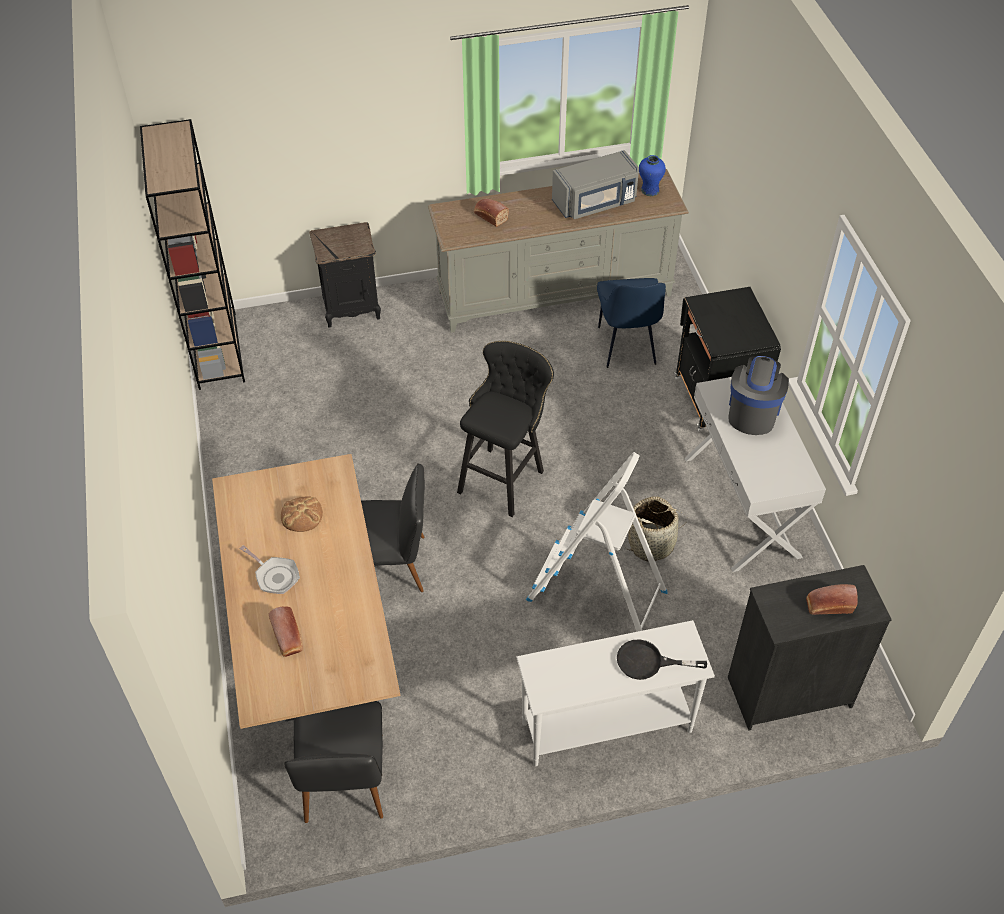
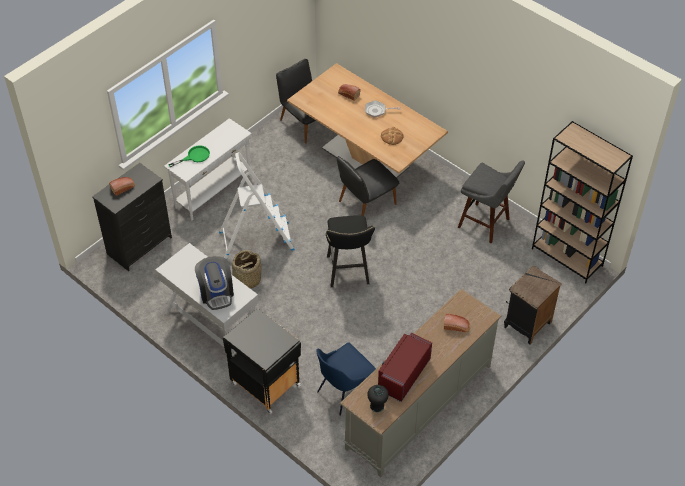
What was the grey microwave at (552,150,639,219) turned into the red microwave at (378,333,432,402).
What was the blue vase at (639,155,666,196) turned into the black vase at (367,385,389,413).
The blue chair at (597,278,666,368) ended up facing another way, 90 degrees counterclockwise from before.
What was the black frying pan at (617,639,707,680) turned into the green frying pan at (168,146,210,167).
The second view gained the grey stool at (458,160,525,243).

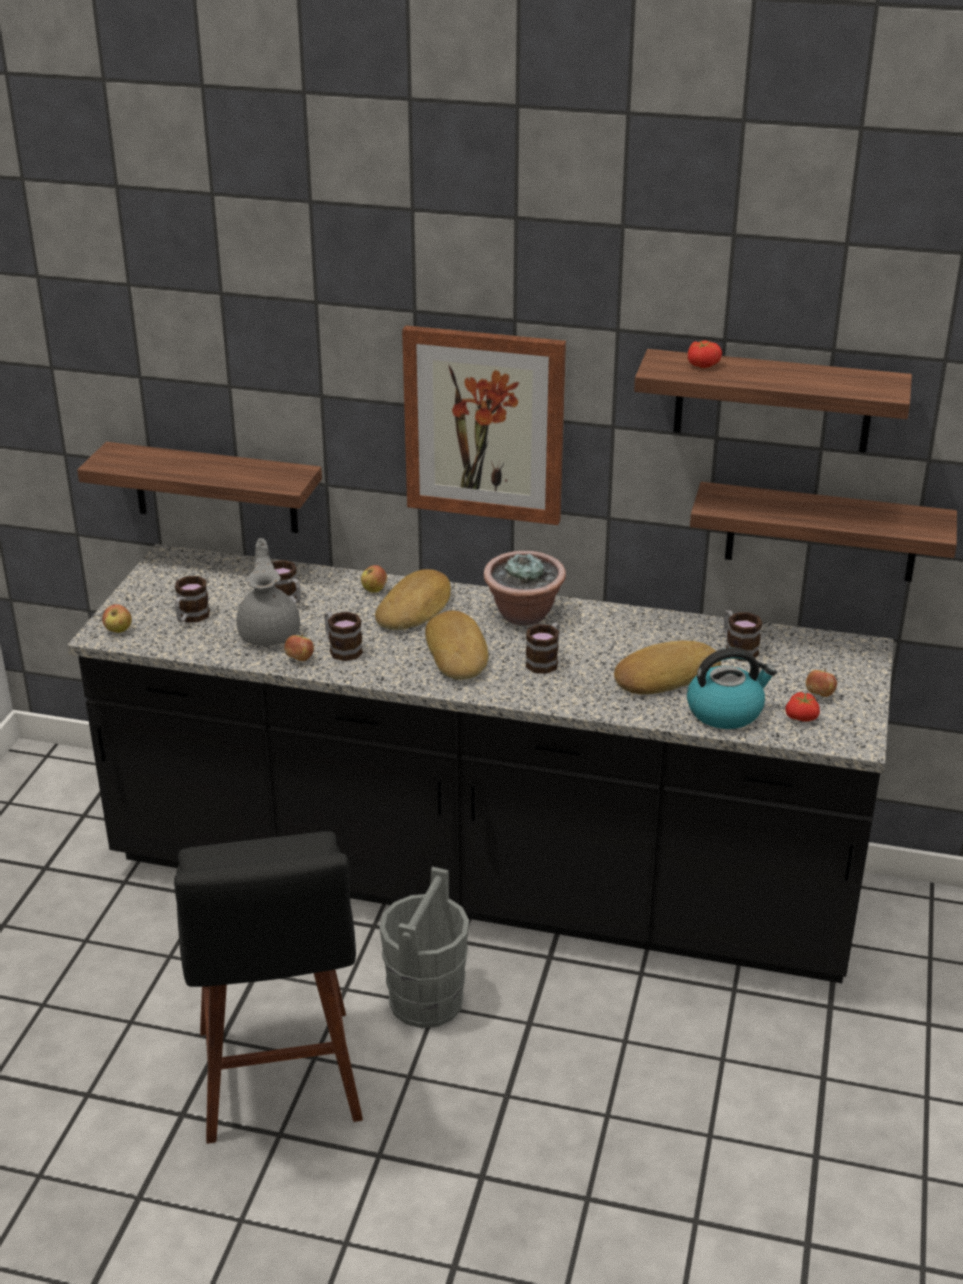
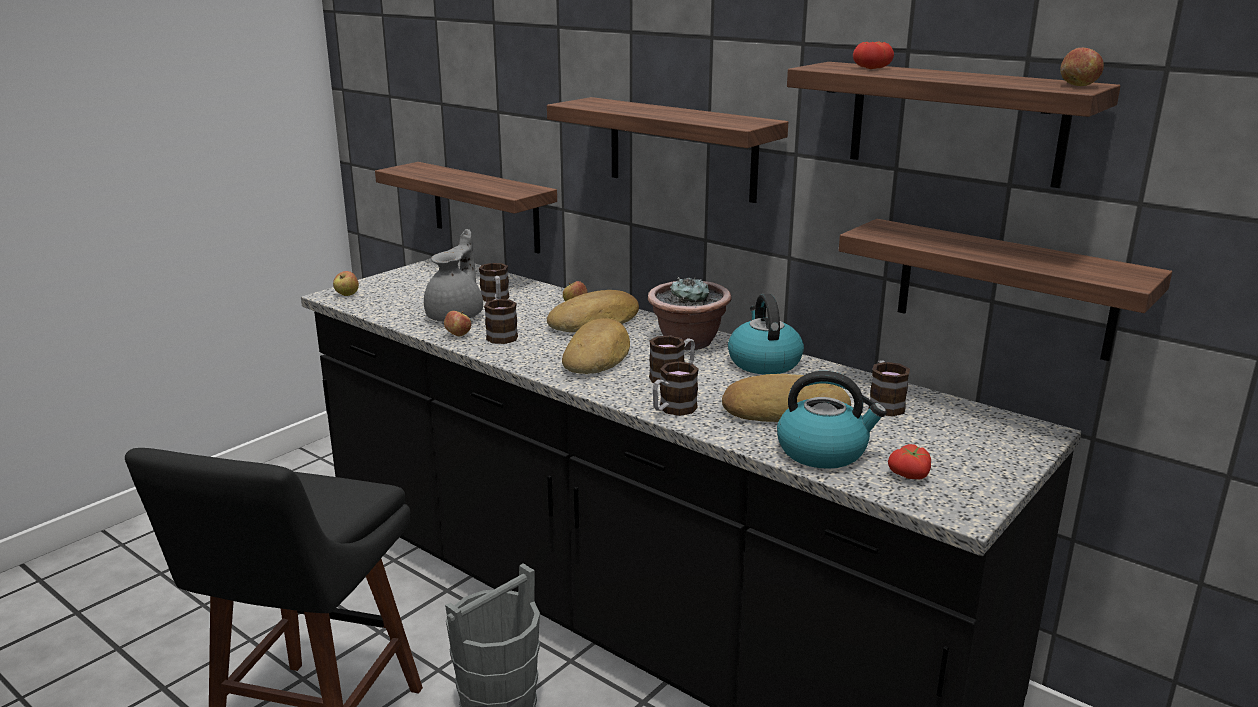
Where the picture hung at (402,325,566,525), the shelf came to hang at (547,97,788,203).
The mug ended up elsewhere, having gone from (175,576,210,622) to (653,361,699,416).
The apple ended up elsewhere, having gone from (806,669,837,697) to (1060,48,1104,86).
The second view gained the kettle at (728,294,804,375).

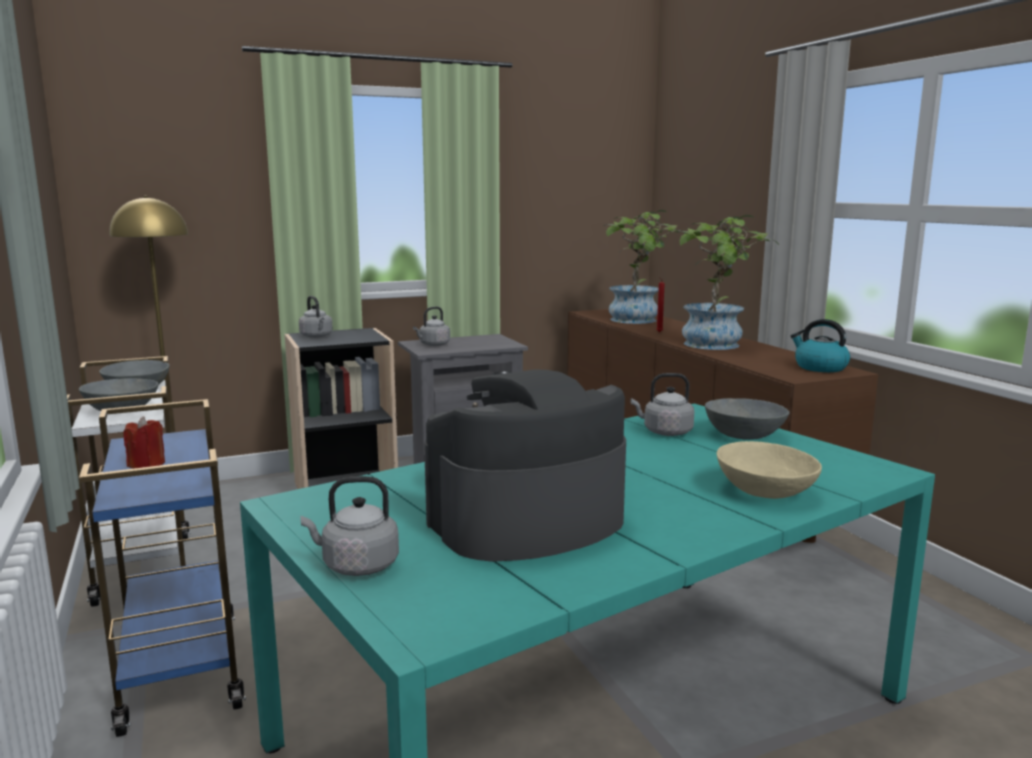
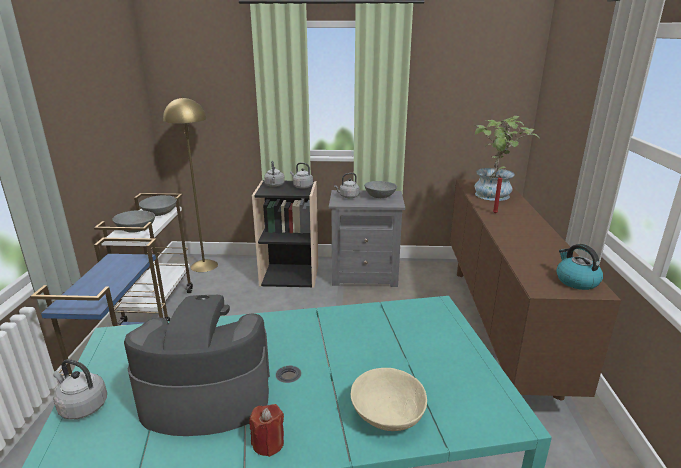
The second view lost the potted plant at (677,215,779,350).
The grey kettle ended up elsewhere, having gone from (631,373,694,436) to (290,162,313,189).
The grey bowl ended up elsewhere, having gone from (705,398,790,440) to (364,181,397,198).
The red candle ended up elsewhere, having gone from (123,416,165,469) to (249,404,284,457).

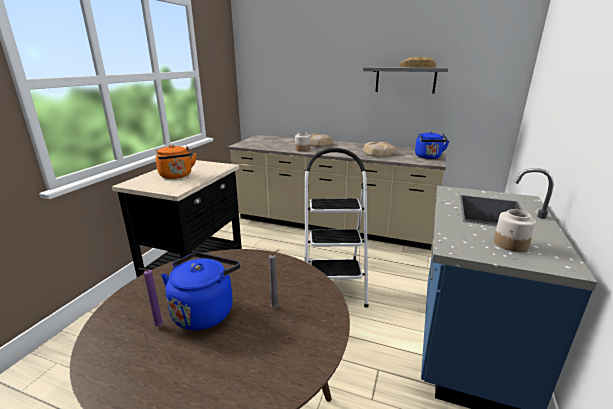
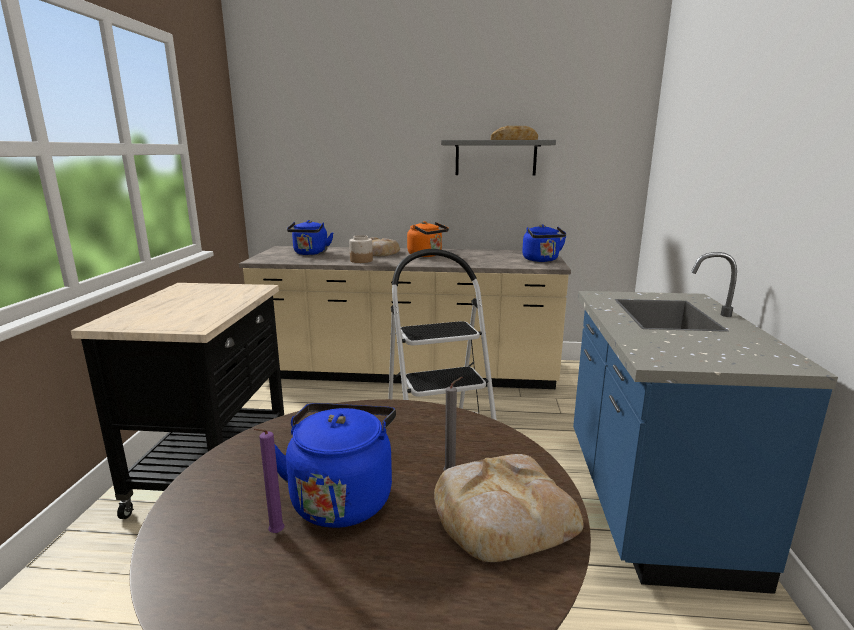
The bread ended up elsewhere, having gone from (363,142,397,156) to (434,454,584,562).
The orange kettle ended up elsewhere, having gone from (156,145,197,179) to (407,221,449,257).
The second view lost the jar at (494,209,536,252).
The second view gained the blue kettle at (287,220,334,255).

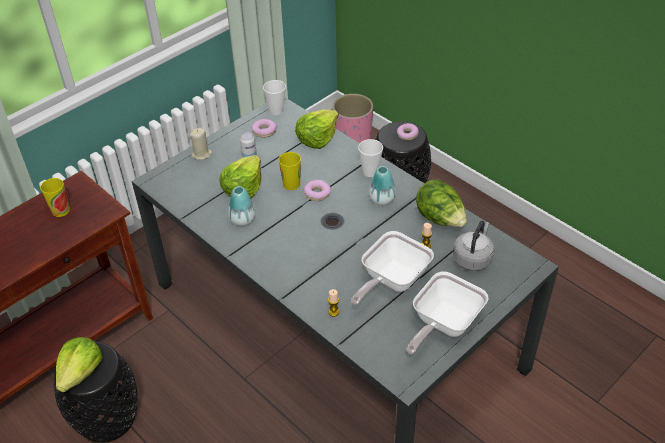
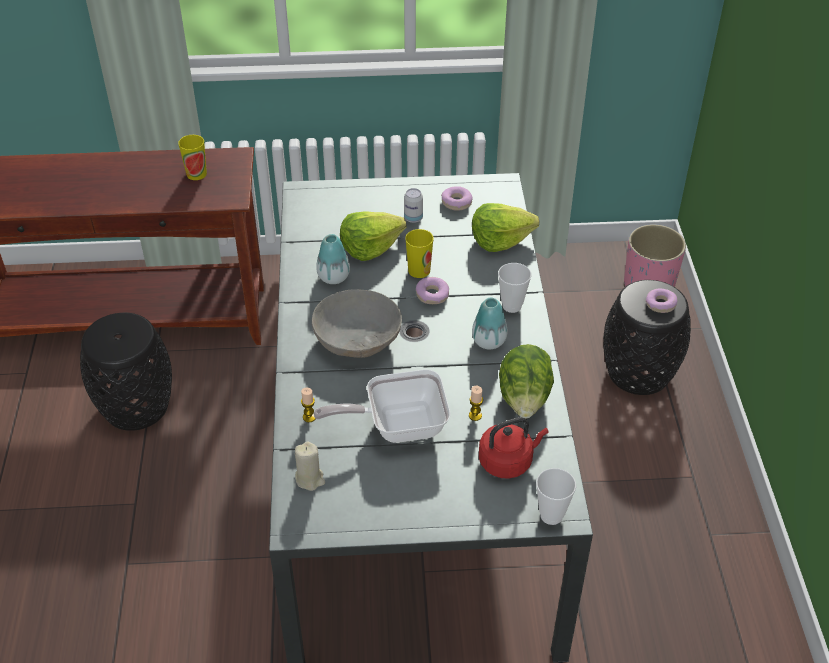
The cup ended up elsewhere, having gone from (263,80,286,115) to (536,468,576,525).
The beige candle ended up elsewhere, having gone from (190,128,212,160) to (295,442,325,491).
What was the grey kettle at (453,221,494,271) turned into the red kettle at (479,417,549,479).
The second view lost the frying pan at (406,272,488,355).
The second view lost the lettuce at (56,337,102,392).
The second view gained the grey bowl at (312,289,402,358).

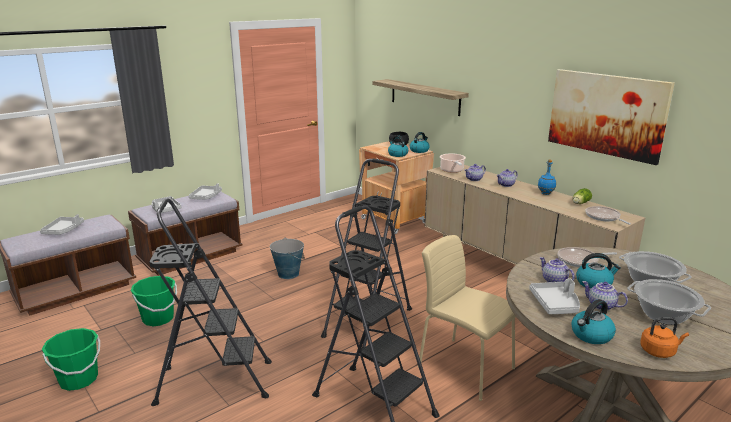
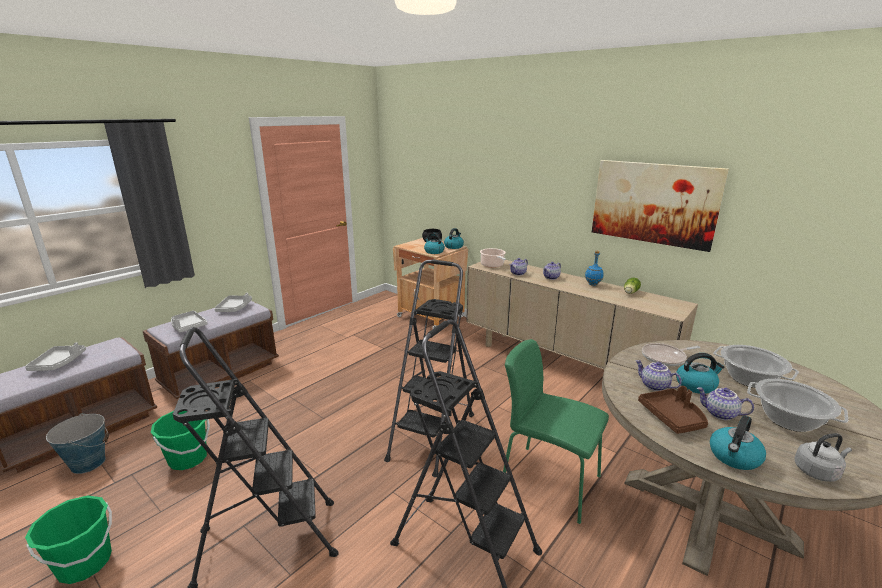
The second view lost the shelf at (372,79,469,116).
The second view lost the frying pan at (585,206,631,225).
What was the beige chair at (418,235,516,401) turned into the green chair at (503,339,609,524).
The bucket ended up elsewhere, having gone from (270,238,305,279) to (46,413,110,474).
What was the grey tray at (529,278,580,314) turned into the brown tray at (638,386,708,434).
What was the orange kettle at (640,317,689,358) turned into the grey kettle at (794,433,852,482).

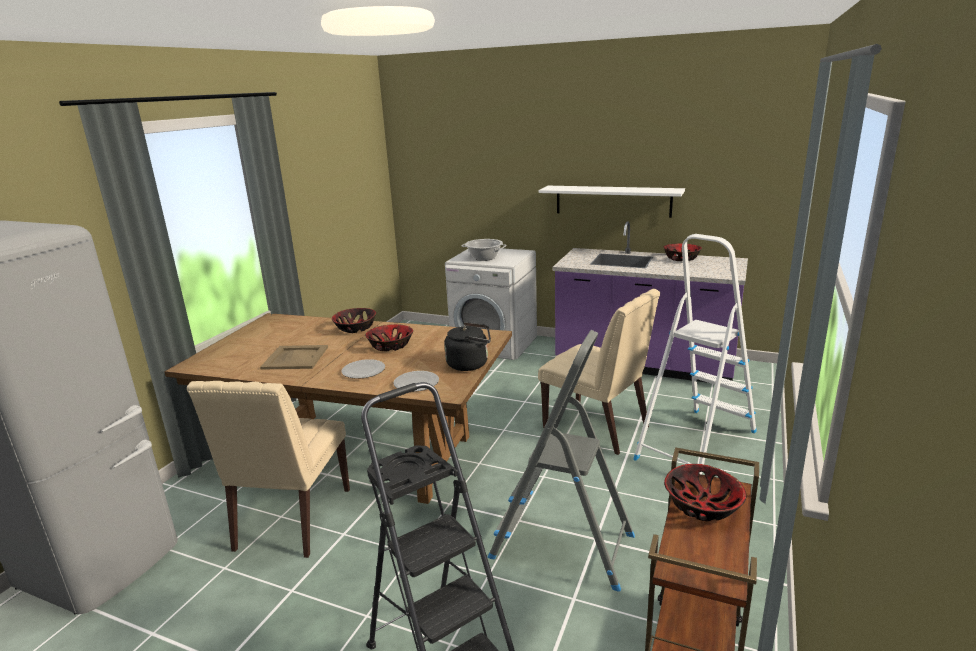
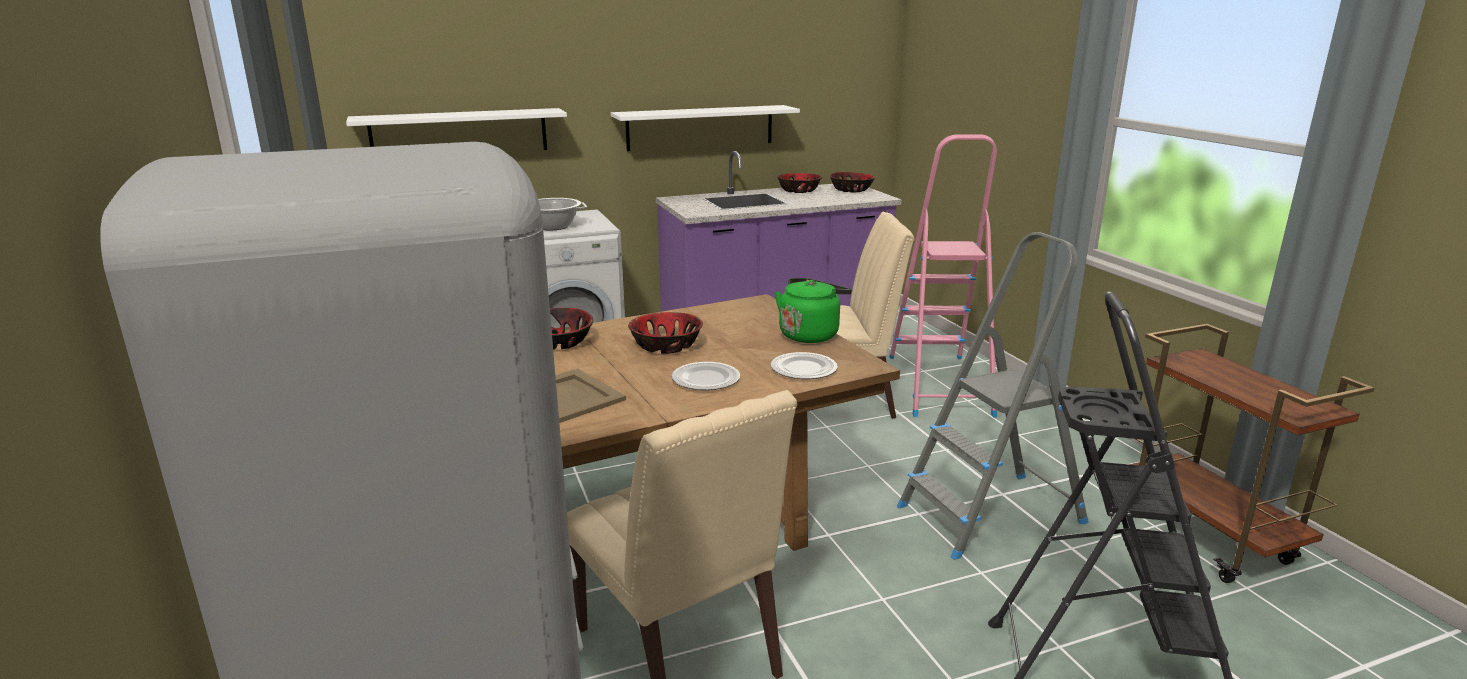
What was the white step ladder at (633,234,757,475) turned into the pink step ladder at (889,134,997,418).
What was the black kettle at (444,322,491,371) turned into the green kettle at (775,278,852,343).
The bowl ended up elsewhere, having gone from (664,464,746,521) to (830,172,875,193).
The second view gained the white shelf at (346,108,567,150).

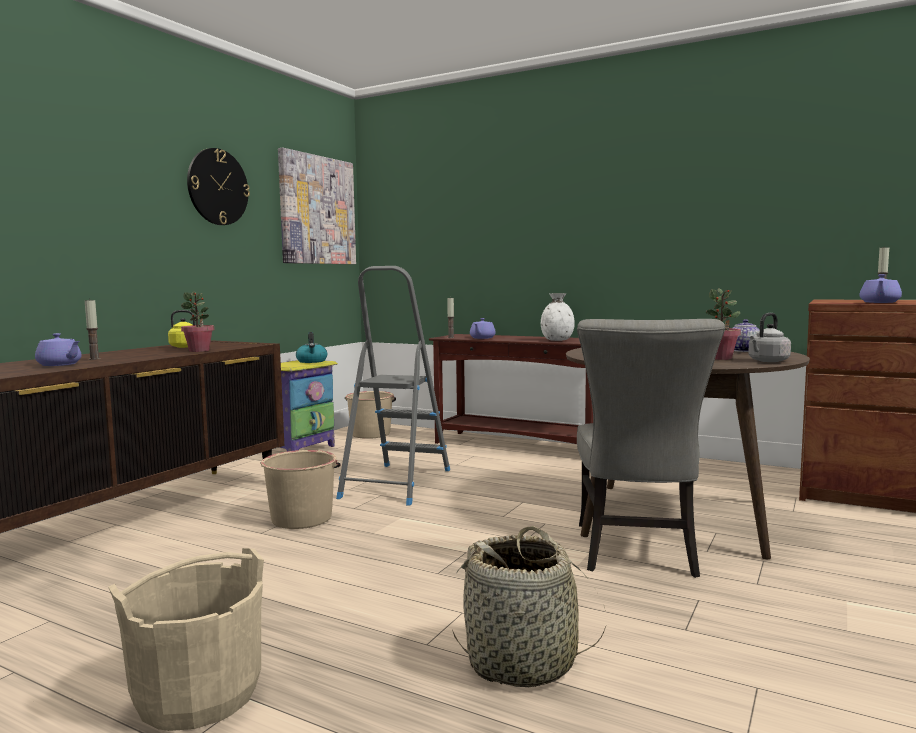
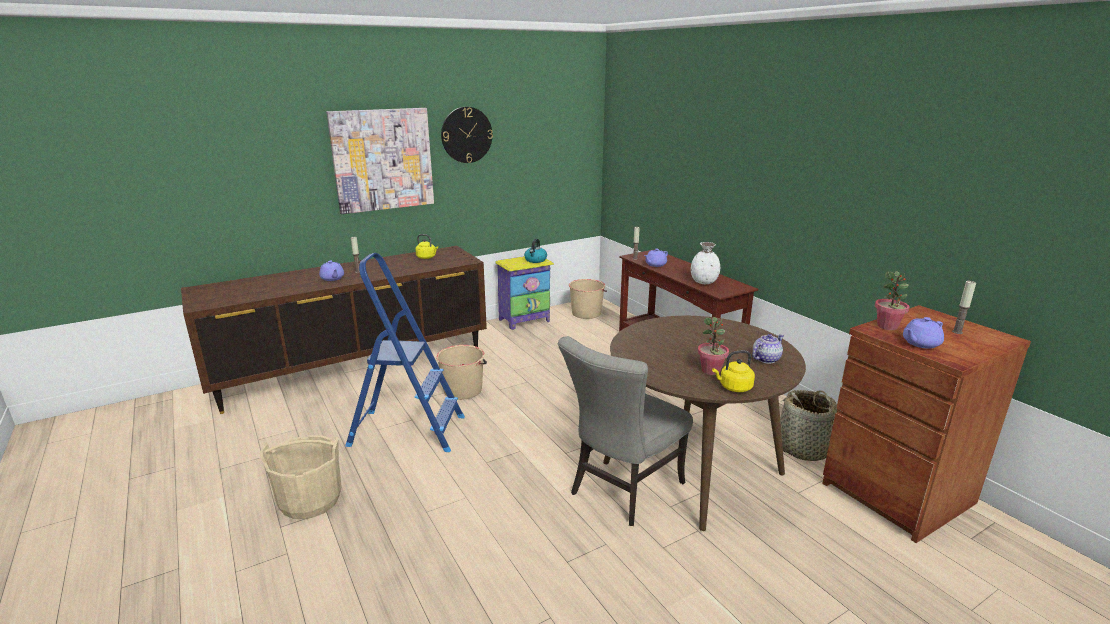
The picture ended up elsewhere, having gone from (278,148,356,264) to (326,108,434,214).
The second view lost the grey step ladder at (336,266,450,506).
The potted plant ended up elsewhere, having gone from (181,292,214,352) to (875,271,910,330).
What was the grey kettle at (748,313,791,362) turned into the yellow kettle at (712,350,755,392).
The basket ended up elsewhere, having gone from (452,526,606,687) to (780,390,837,461).
The second view gained the blue step ladder at (345,253,465,452).

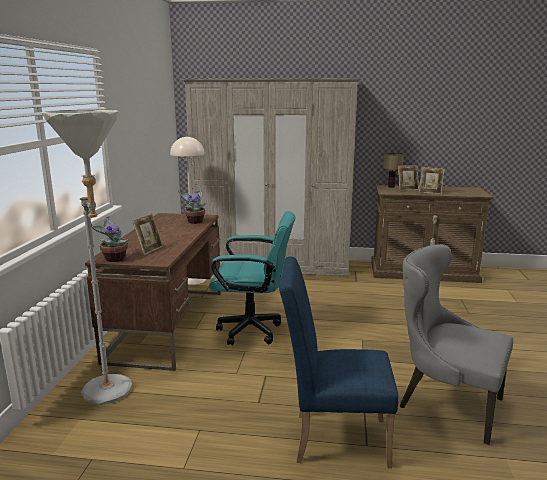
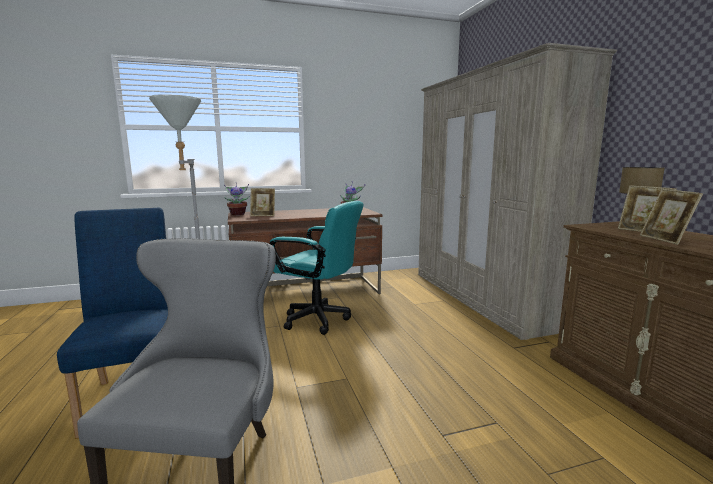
The second view lost the beige floor lamp at (170,136,206,285).
The turquoise office chair at (209,211,295,345) ended up facing another way, 45 degrees counterclockwise from before.

